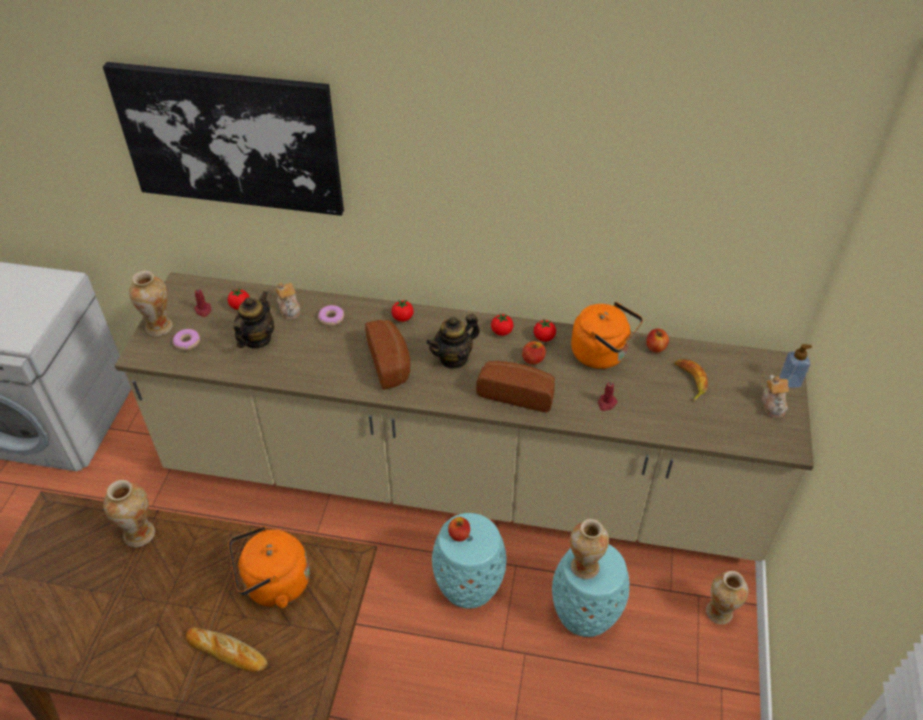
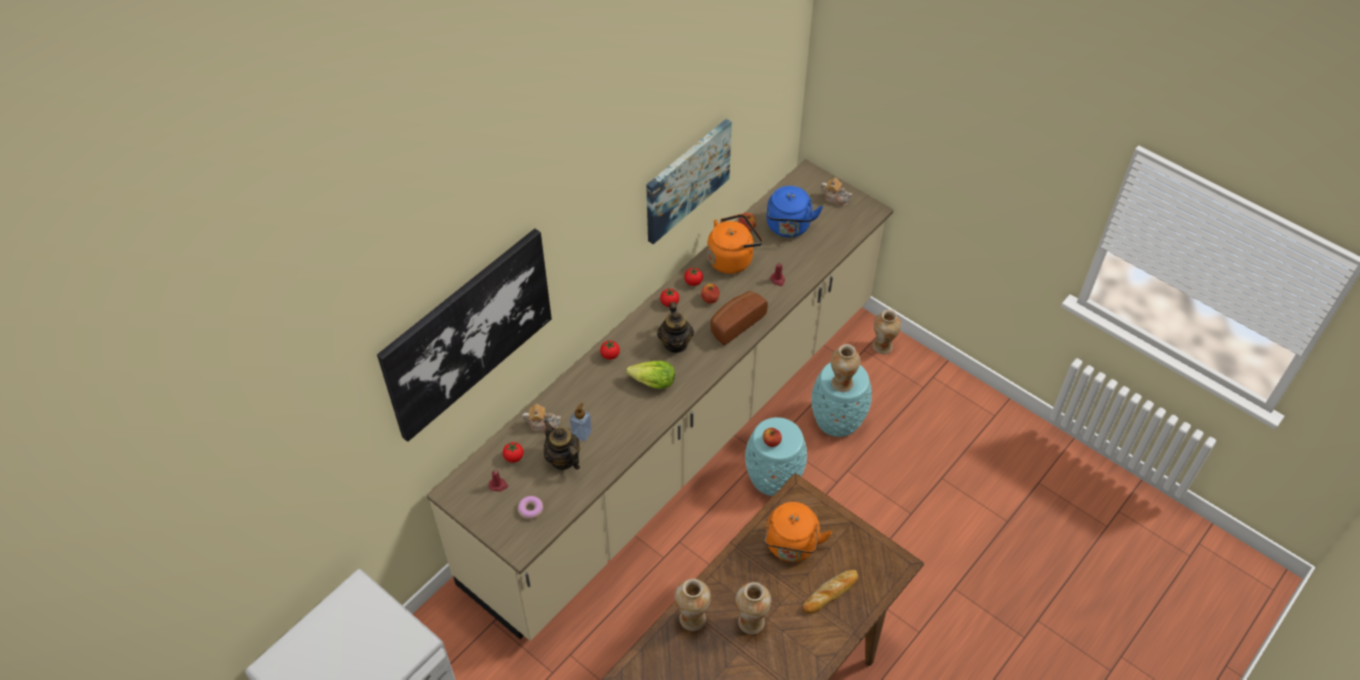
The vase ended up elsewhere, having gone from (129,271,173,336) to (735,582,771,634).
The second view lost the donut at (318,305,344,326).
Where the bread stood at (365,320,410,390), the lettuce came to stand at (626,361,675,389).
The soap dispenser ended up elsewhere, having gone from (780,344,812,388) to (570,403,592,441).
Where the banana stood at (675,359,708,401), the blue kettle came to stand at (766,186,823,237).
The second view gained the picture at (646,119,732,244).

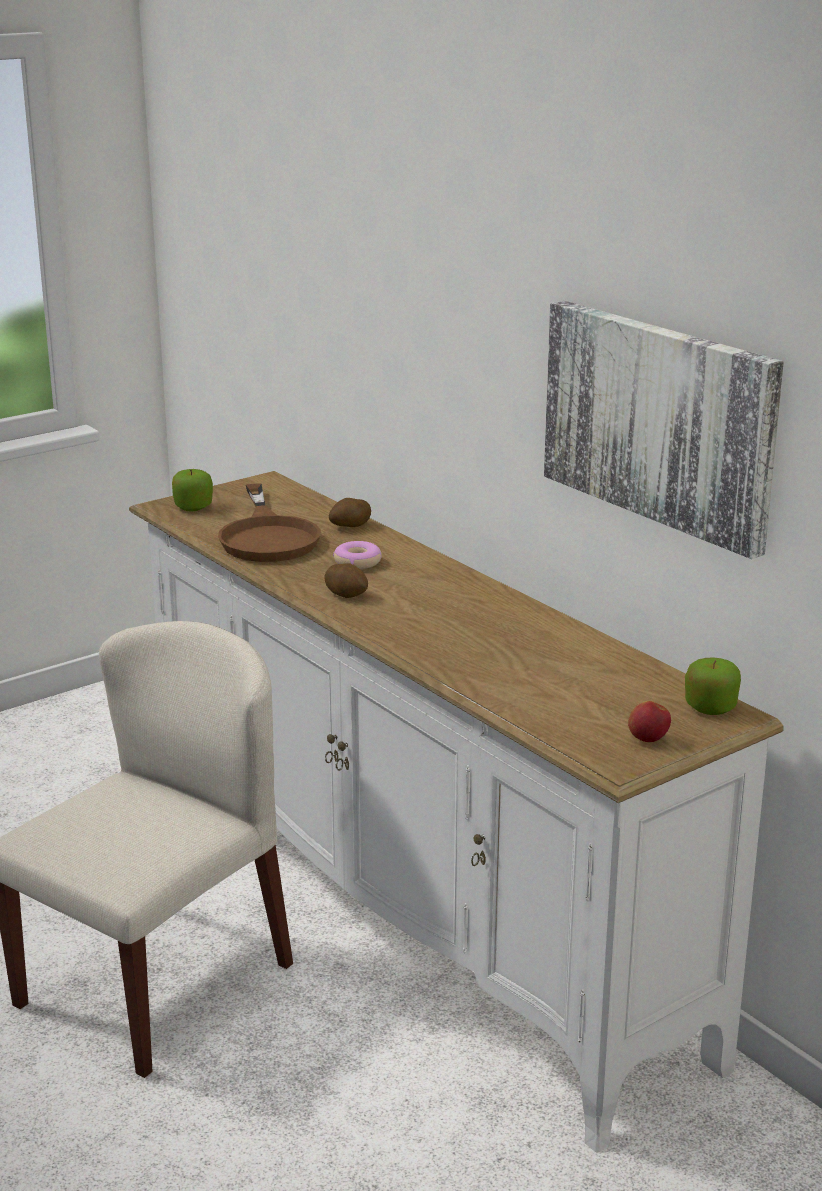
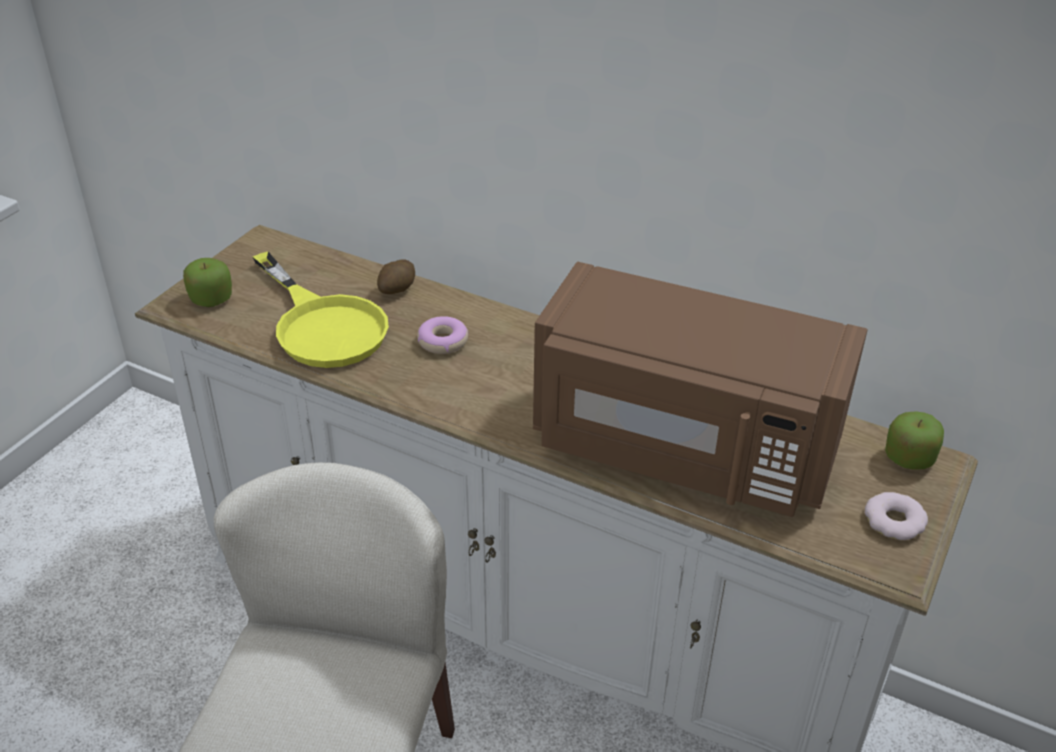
The second view lost the picture at (544,301,783,559).
What was the brown frying pan at (218,484,321,562) turned into the yellow frying pan at (253,252,389,368).
The second view lost the potato at (324,563,368,598).
Where the apple stood at (628,701,671,742), the donut came to stand at (865,492,928,540).
The second view gained the brown microwave at (533,262,867,517).

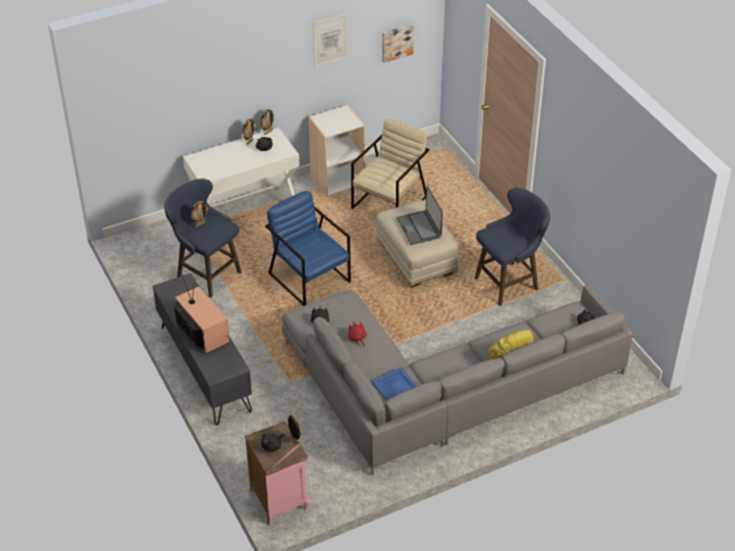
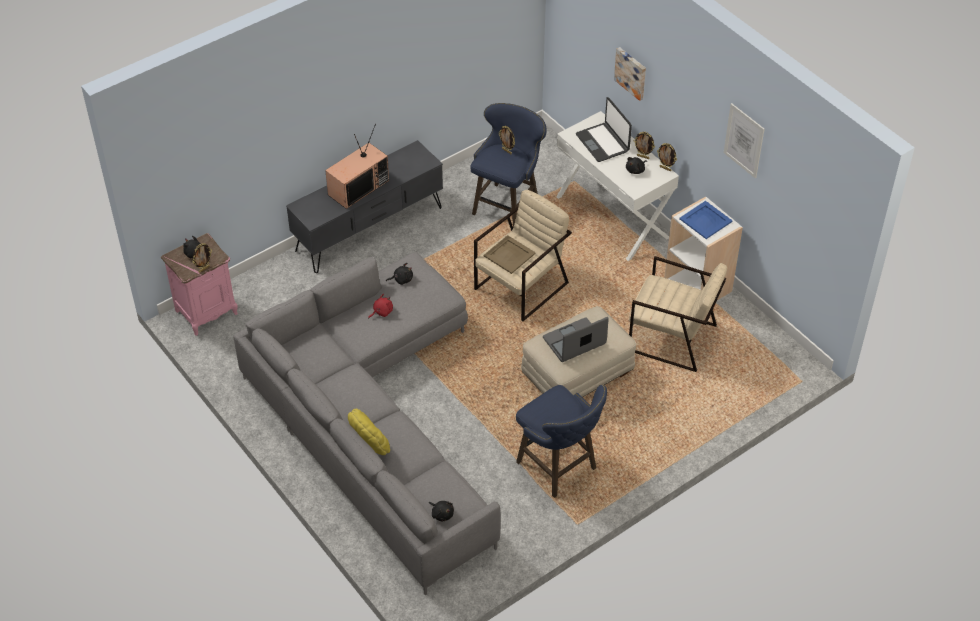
The picture ended up elsewhere, having gone from (382,24,414,63) to (614,47,646,101).
What was the blue armchair at (265,191,351,306) turned into the beige armchair at (474,190,572,321).
The blue tray ended up elsewhere, having gone from (371,367,417,401) to (679,201,733,239).
The second view gained the laptop at (576,97,632,162).
The second view gained the beige tray at (484,235,536,274).

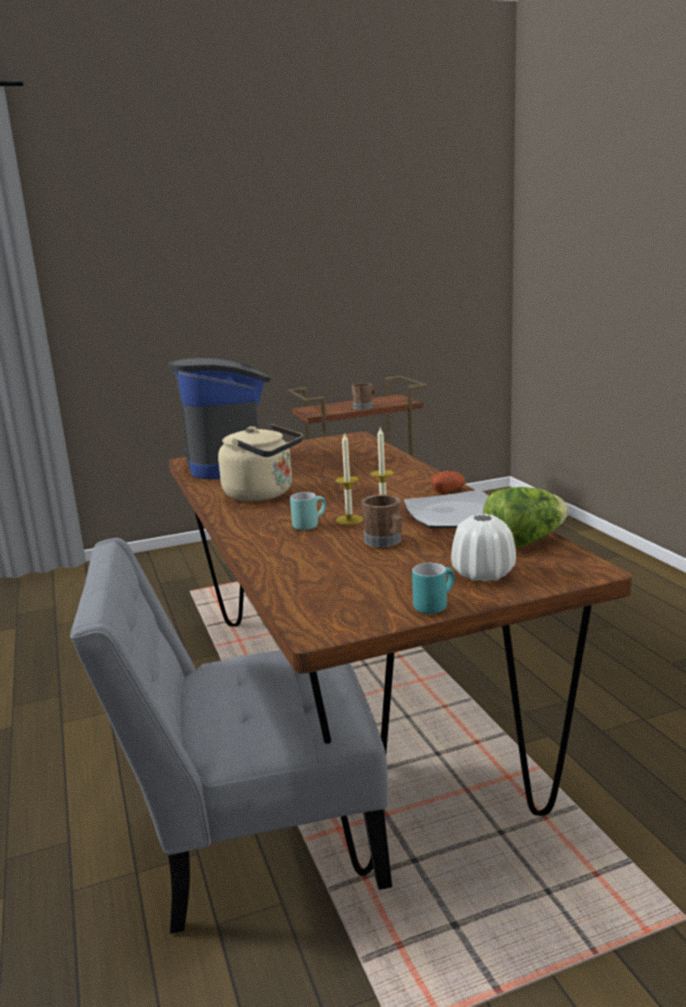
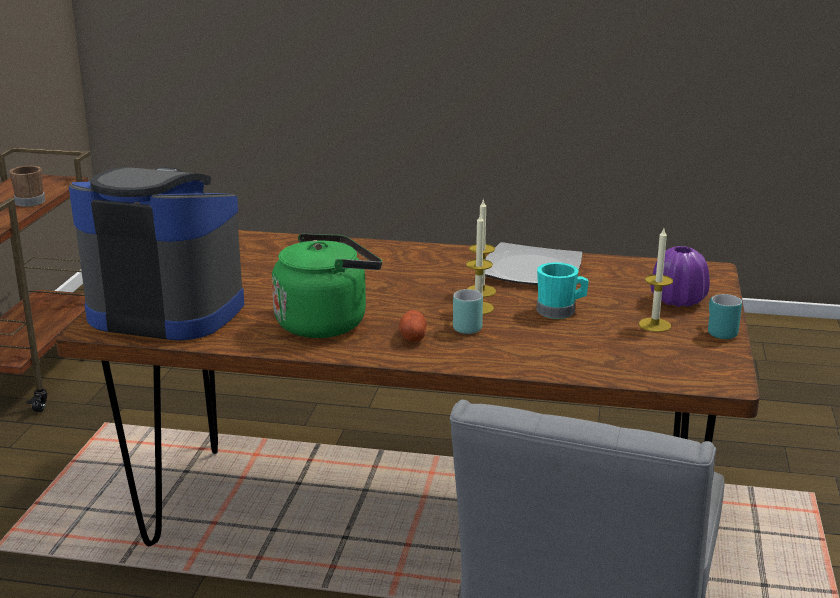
What was the beige kettle at (218,424,303,502) turned into the green kettle at (272,233,382,338).
The potato ended up elsewhere, having gone from (431,471,466,494) to (399,310,427,342).
The second view lost the lettuce at (483,487,568,548).
What was the brown mug at (361,495,402,548) turned into the turquoise mug at (537,262,589,319).
What was the white vase at (451,514,516,582) turned into the purple vase at (650,246,710,307).
The second view gained the candle at (639,229,673,332).

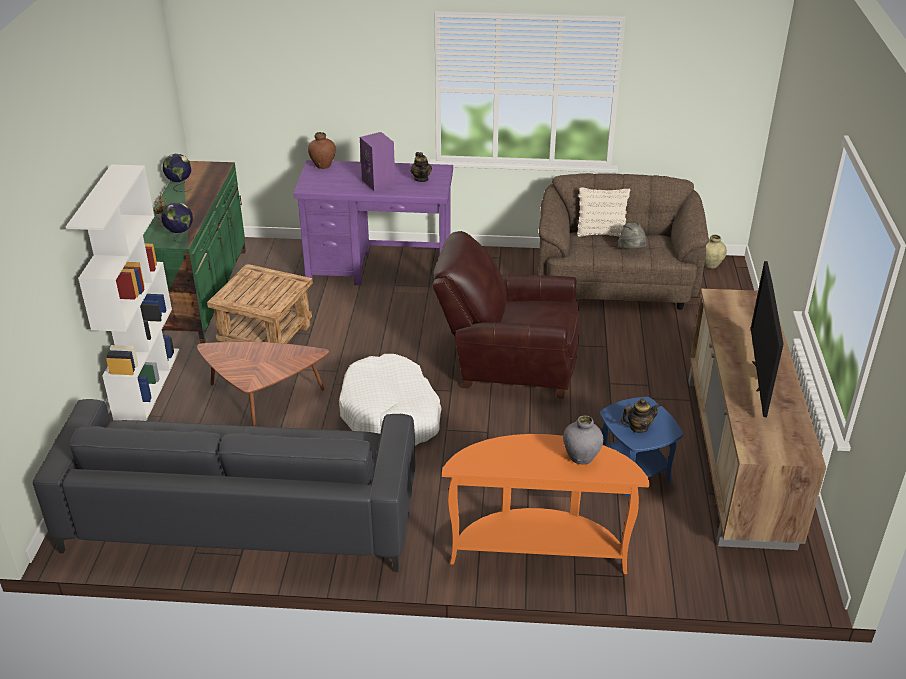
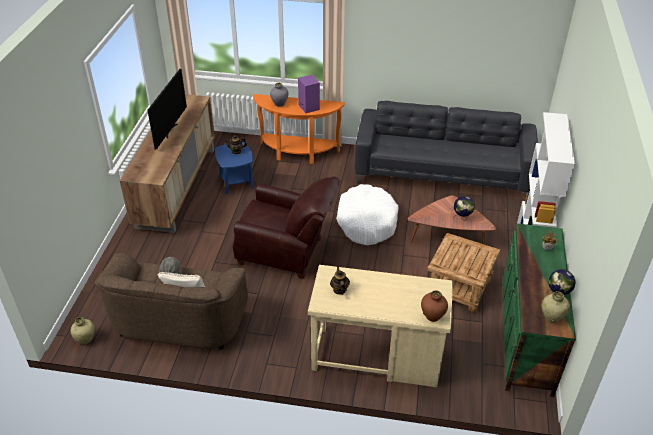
The purple speaker ended up elsewhere, having gone from (360,132,395,191) to (298,75,320,113).
What was the purple desk at (293,160,453,285) turned into the beige desk at (308,265,453,388).
The globe ended up elsewhere, having gone from (161,202,194,243) to (453,196,475,221).
The second view gained the beige vase at (542,291,570,323).

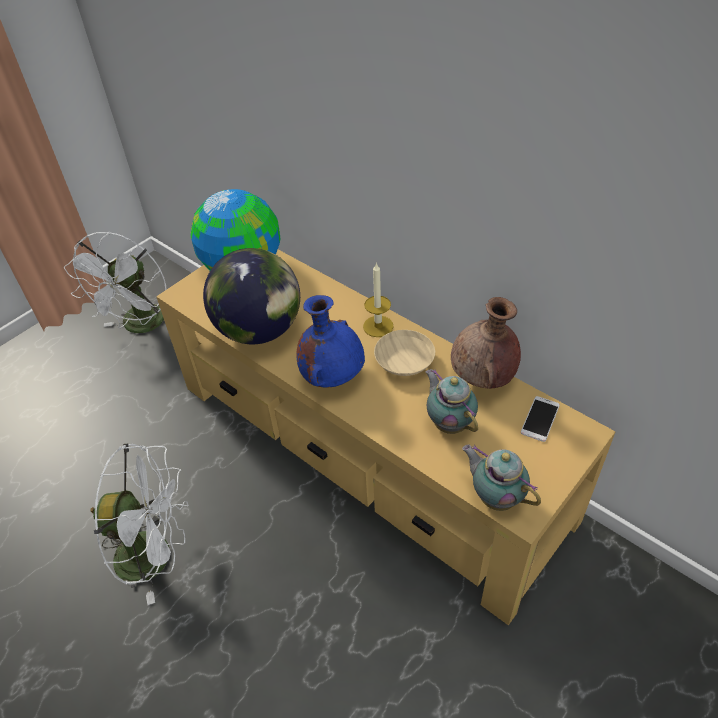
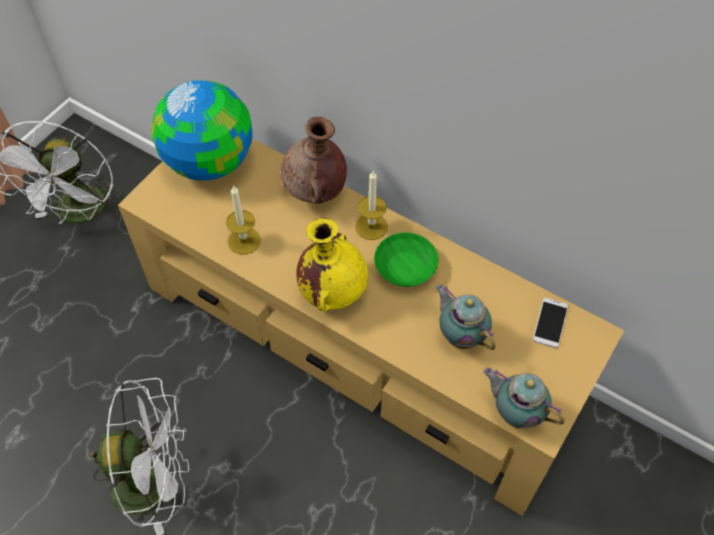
Where the globe stood at (203,248,300,344), the candle came to stand at (226,185,261,255).
What was the blue vase at (296,295,365,388) turned into the yellow vase at (296,218,368,311).
The brown vase ended up elsewhere, having gone from (451,297,521,389) to (281,117,347,204).
What was the beige bowl at (374,330,435,376) turned into the green bowl at (374,233,439,287).

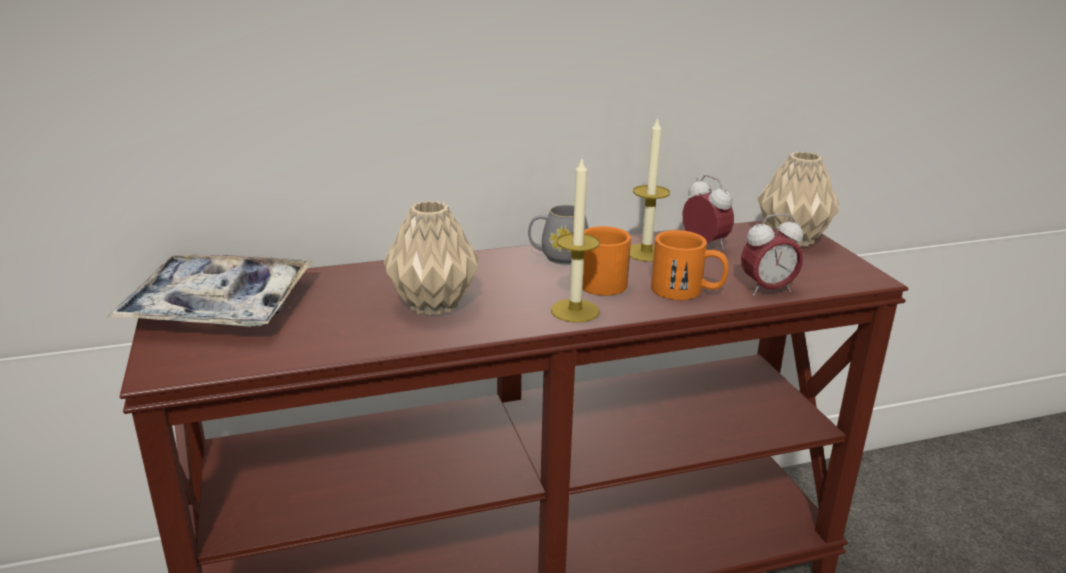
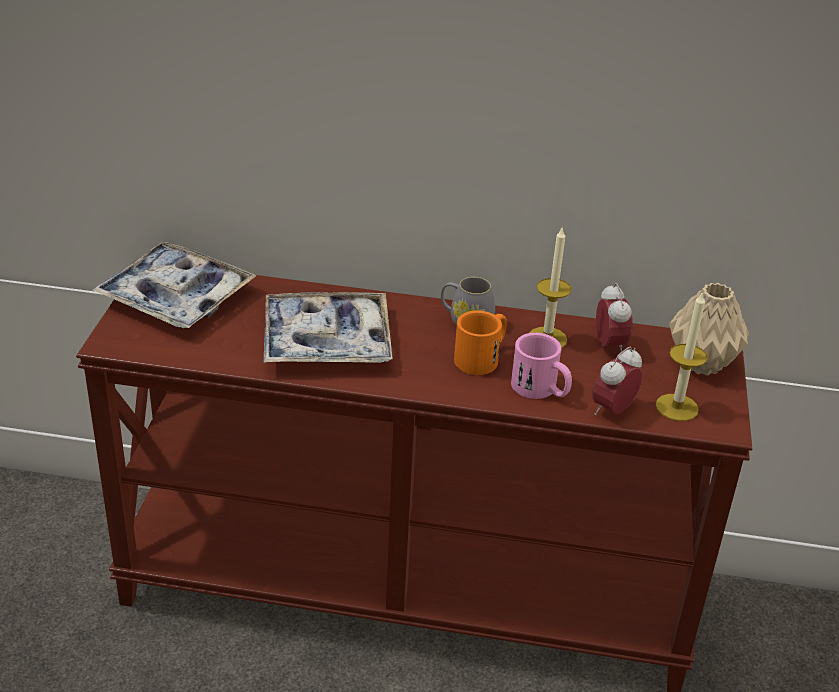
The candle ended up elsewhere, having gone from (551,159,600,323) to (656,291,708,421).
Where the beige vase stood at (384,201,479,316), the tray came to stand at (264,292,393,363).
The alarm clock at (741,214,803,296) ended up facing another way, 120 degrees clockwise from before.
What was the orange mug at (651,230,729,300) turned into the pink mug at (511,333,572,399).

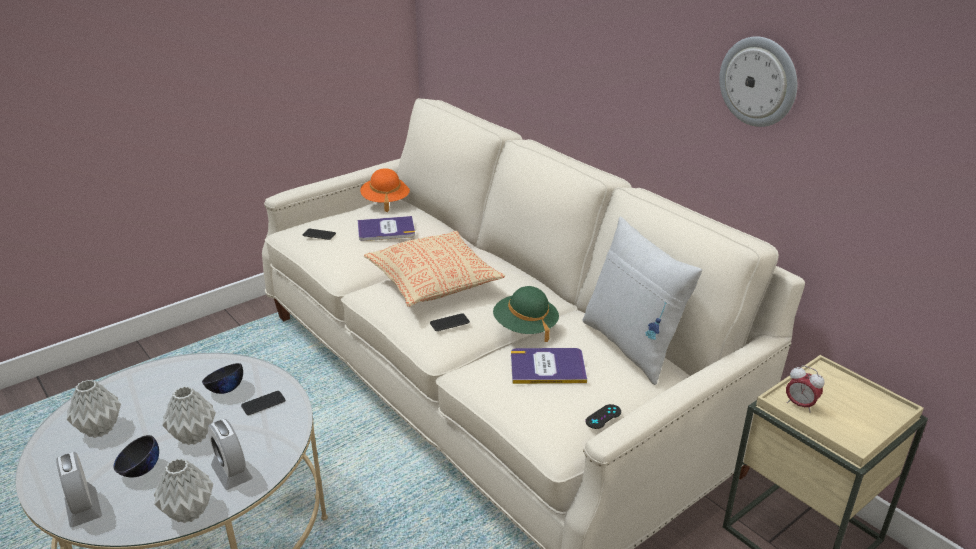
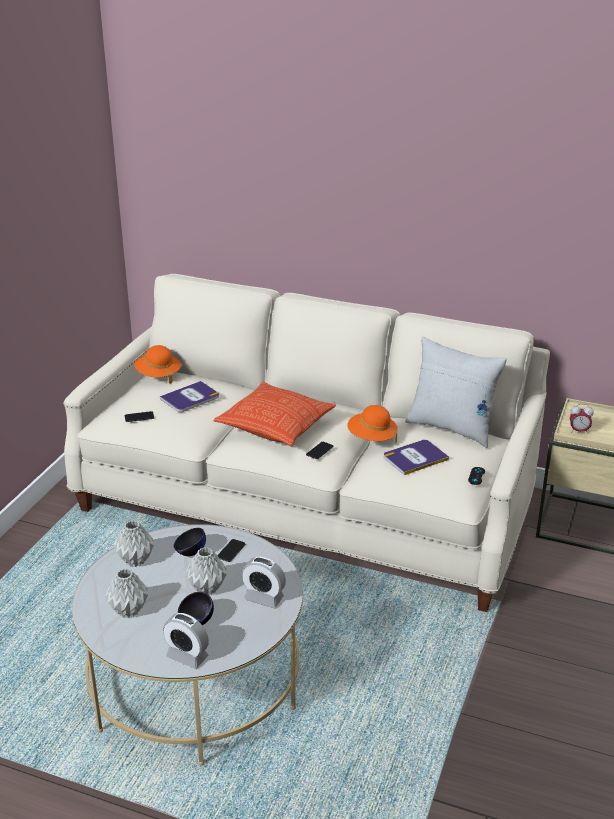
The second view lost the wall clock at (719,36,797,127).
What was the beige pillow at (364,231,505,307) turned into the orange pillow at (213,382,336,446).
What was the green hat at (493,286,559,342) turned into the orange hat at (347,405,398,443).
The grey vase ended up elsewhere, having gone from (154,458,213,523) to (114,520,154,567).

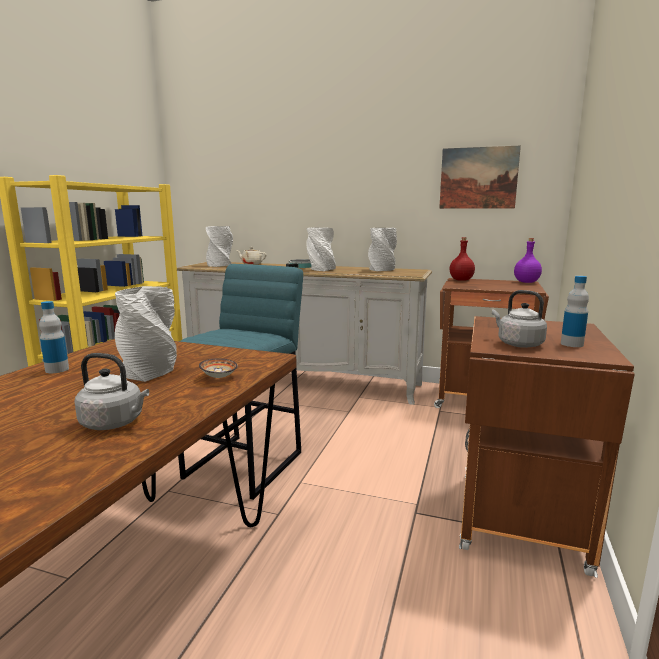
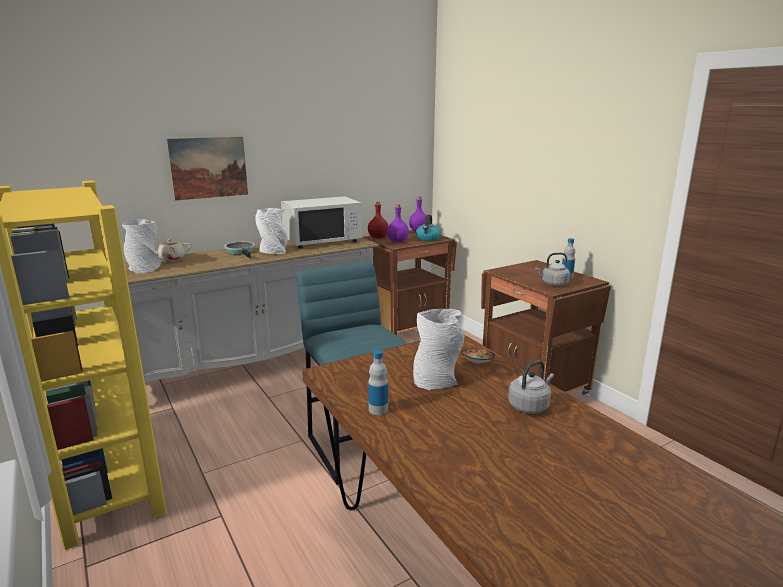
The picture ended up elsewhere, having gone from (439,145,521,209) to (167,137,248,201).
Where the grey vase stood at (368,228,397,271), the white microwave came to stand at (281,196,362,248).
The second view gained the purple bottle at (387,204,409,242).
The second view gained the kettle at (416,215,441,241).

